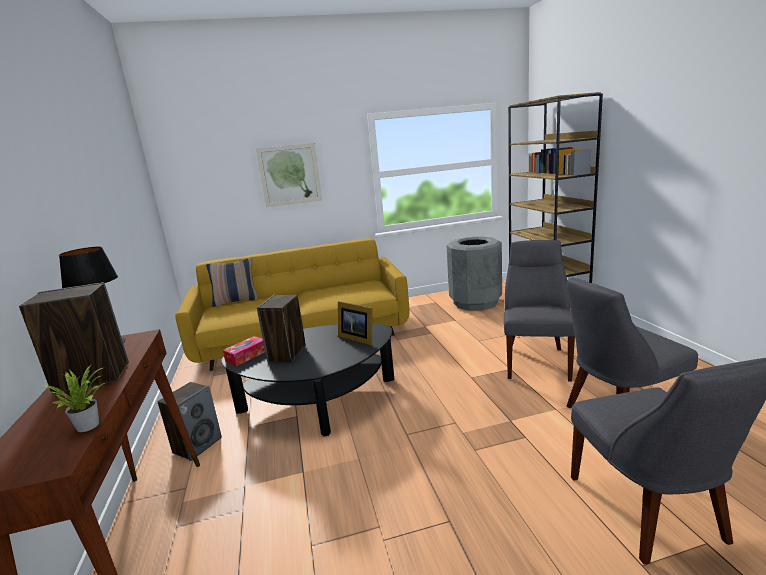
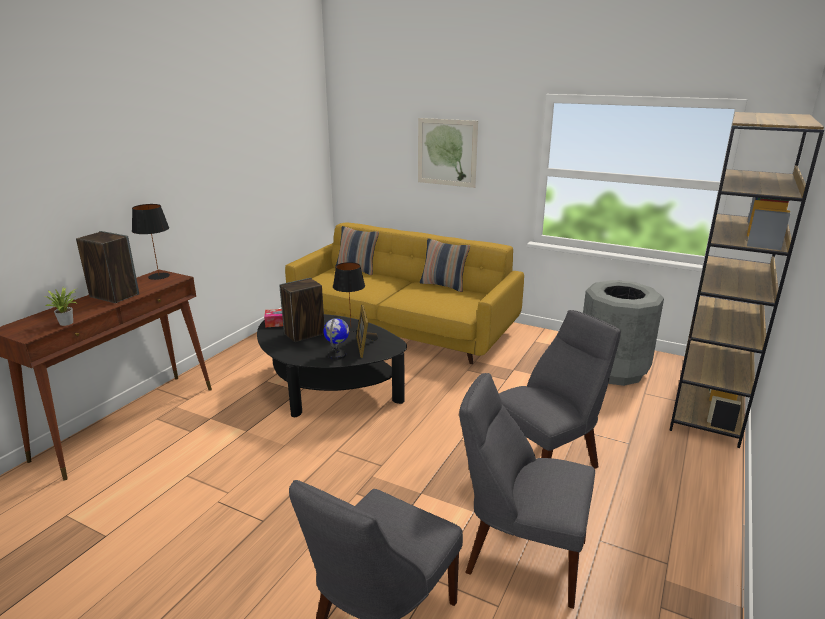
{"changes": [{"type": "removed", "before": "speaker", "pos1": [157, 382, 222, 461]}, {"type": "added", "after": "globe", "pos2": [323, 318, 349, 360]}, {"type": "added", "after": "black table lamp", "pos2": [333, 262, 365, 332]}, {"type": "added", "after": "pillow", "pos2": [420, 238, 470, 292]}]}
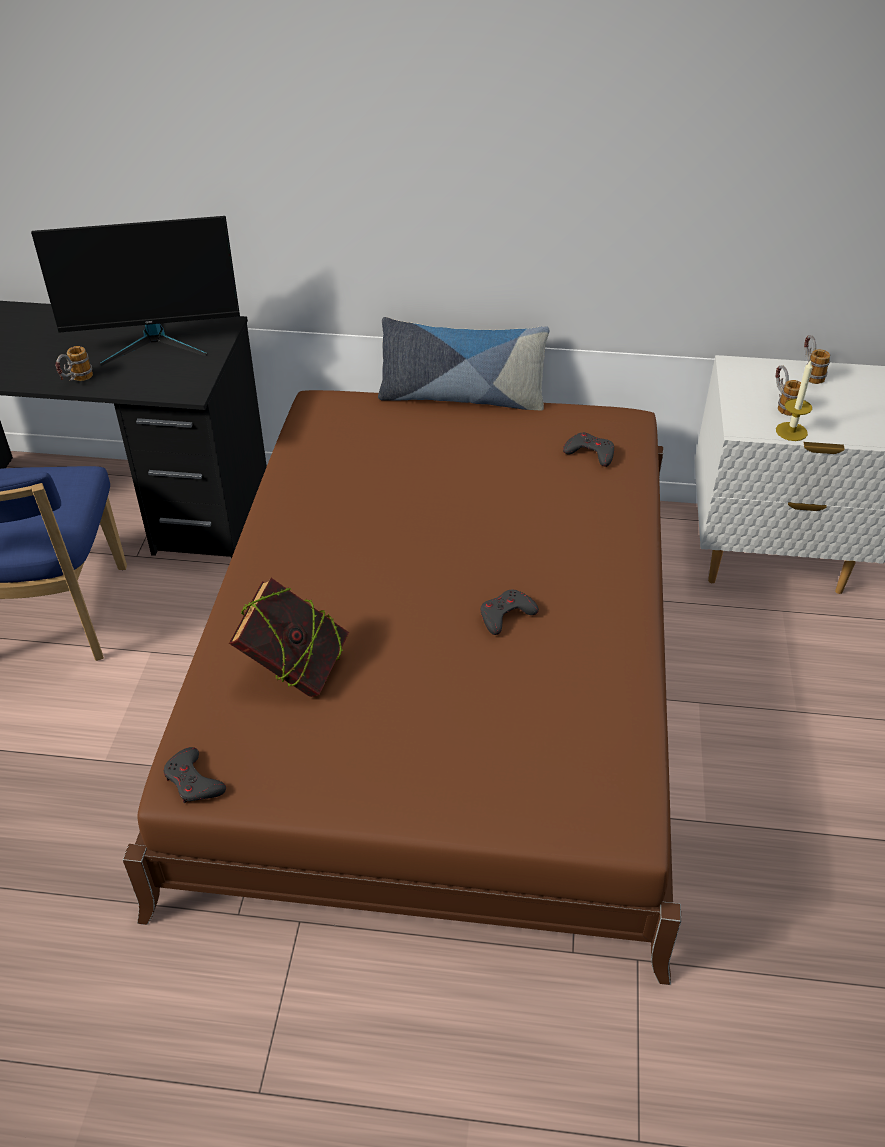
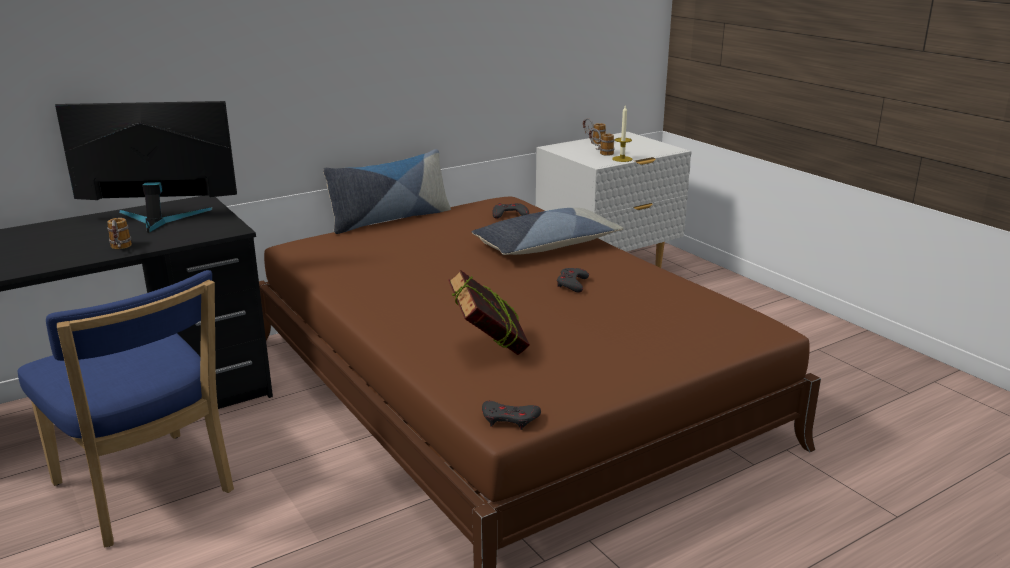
{"changes": [{"type": "turned", "before": "monitor", "pos1": [31, 216, 240, 366], "pos2": [55, 101, 237, 233], "turn": -135}, {"type": "added", "after": "pillow", "pos2": [472, 208, 623, 255]}]}
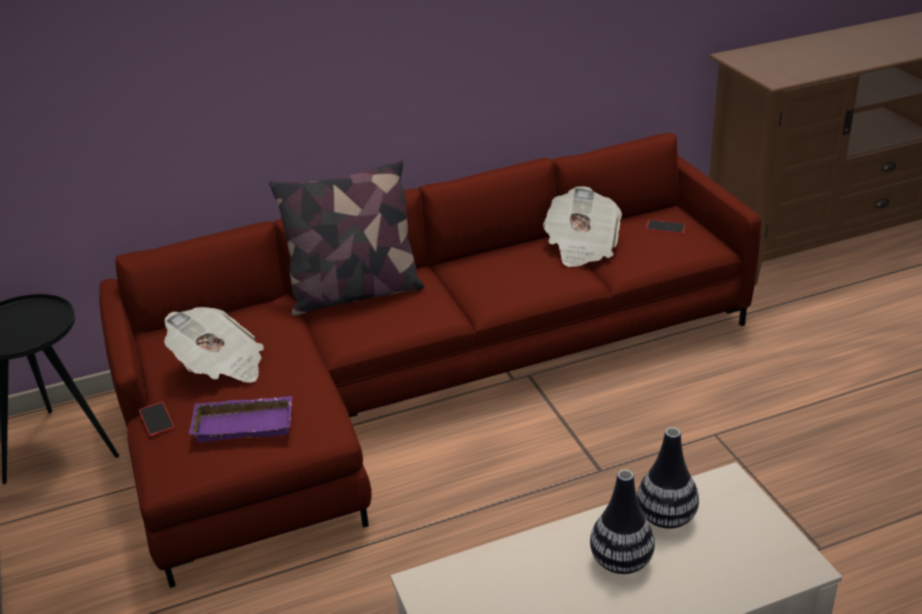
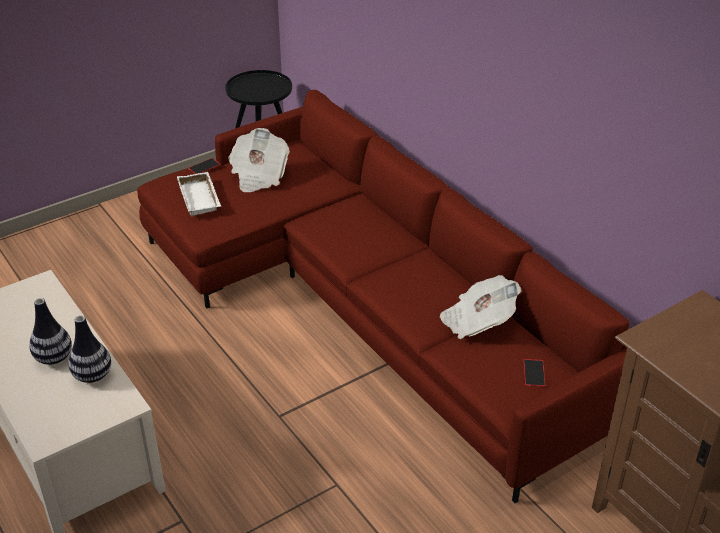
{"changes": [{"type": "recoloured", "before": "purple tray", "after": "white tray", "pos1": [189, 396, 293, 442], "pos2": [177, 172, 221, 216]}, {"type": "removed", "before": "pillow", "pos1": [269, 160, 424, 316]}]}
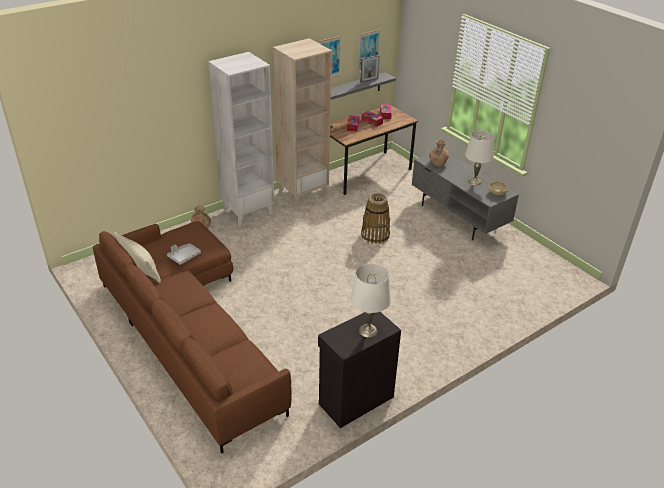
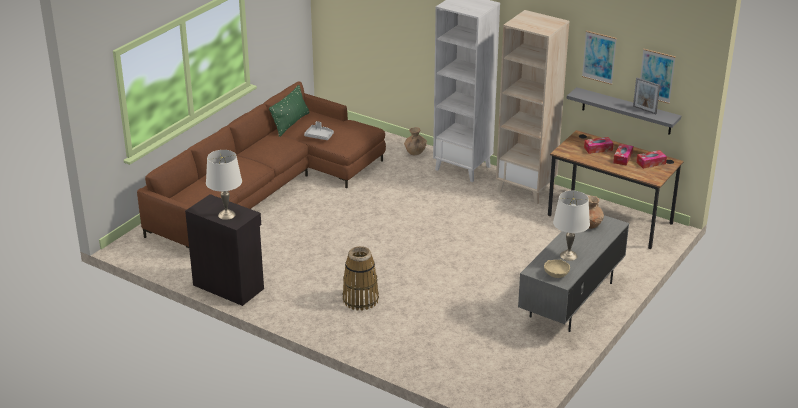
{"changes": [{"type": "recoloured", "before": "beige pillow", "after": "green pillow", "pos1": [114, 232, 161, 283], "pos2": [269, 85, 310, 137]}, {"type": "moved", "before": "basket", "pos1": [361, 193, 390, 244], "pos2": [342, 246, 379, 311]}]}
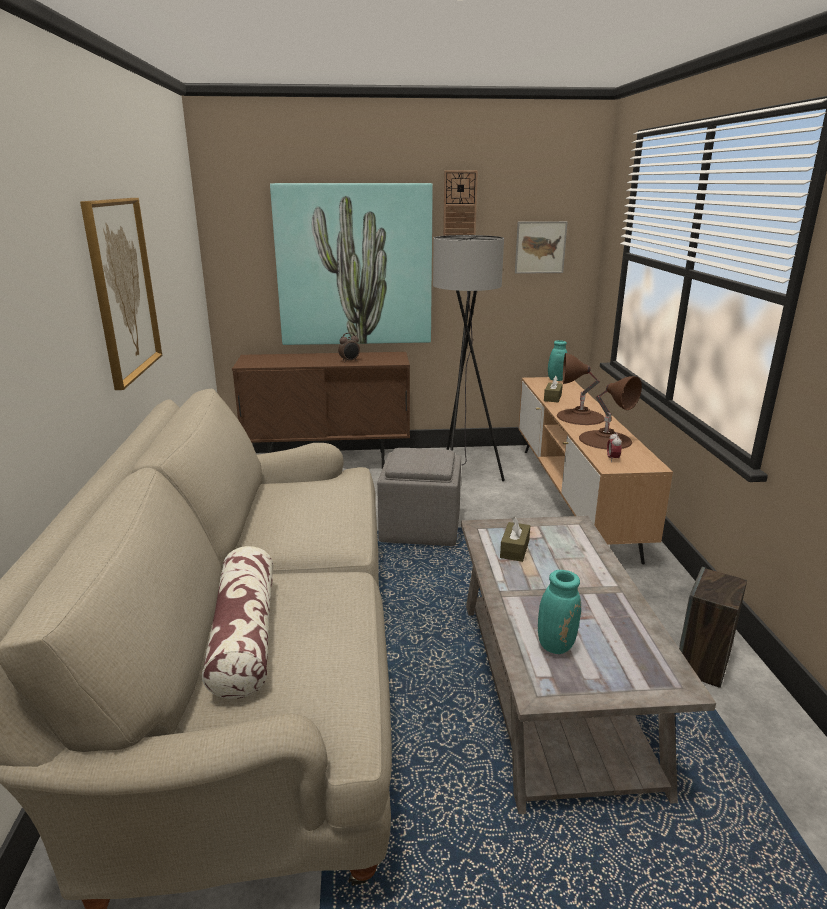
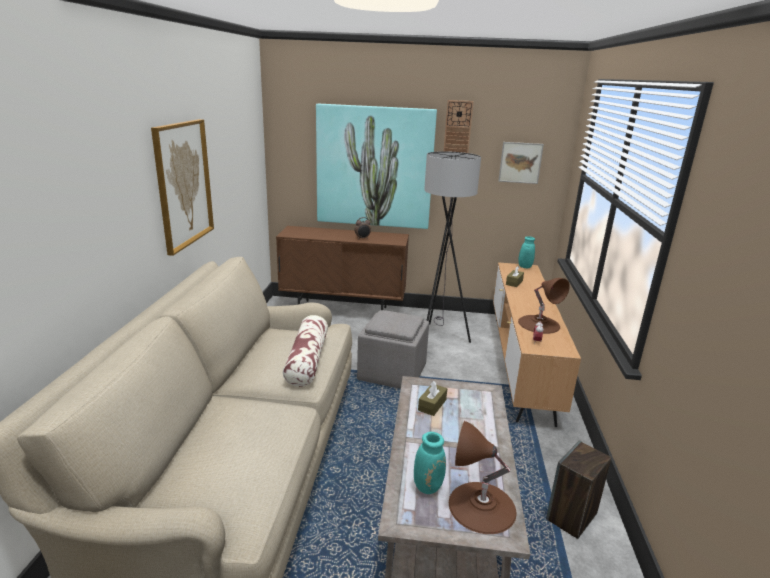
{"changes": [{"type": "moved", "before": "pillow", "pos1": [202, 546, 273, 699], "pos2": [283, 315, 328, 387]}, {"type": "moved", "before": "brown table lamp", "pos1": [557, 353, 605, 425], "pos2": [449, 421, 517, 534]}]}
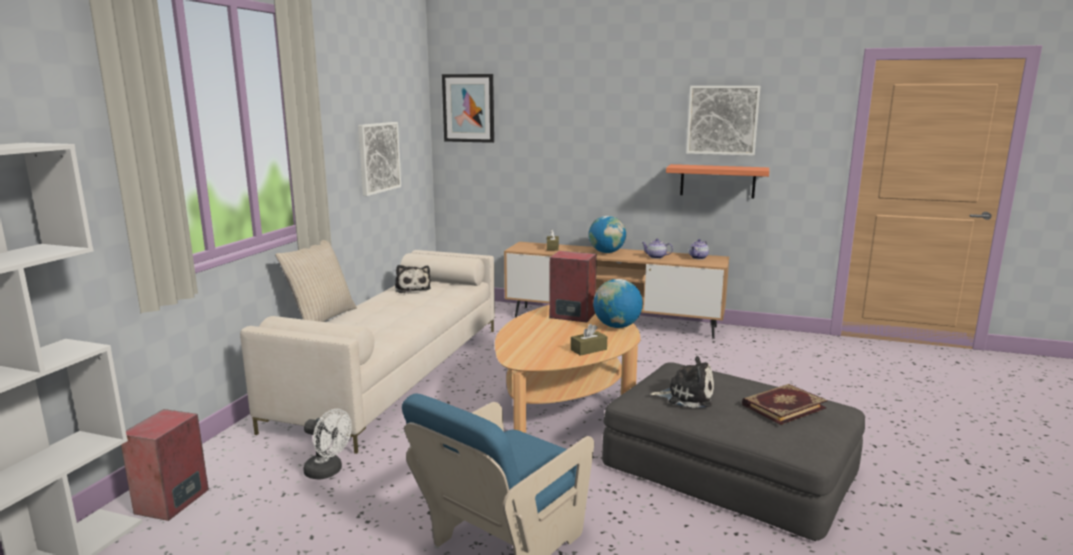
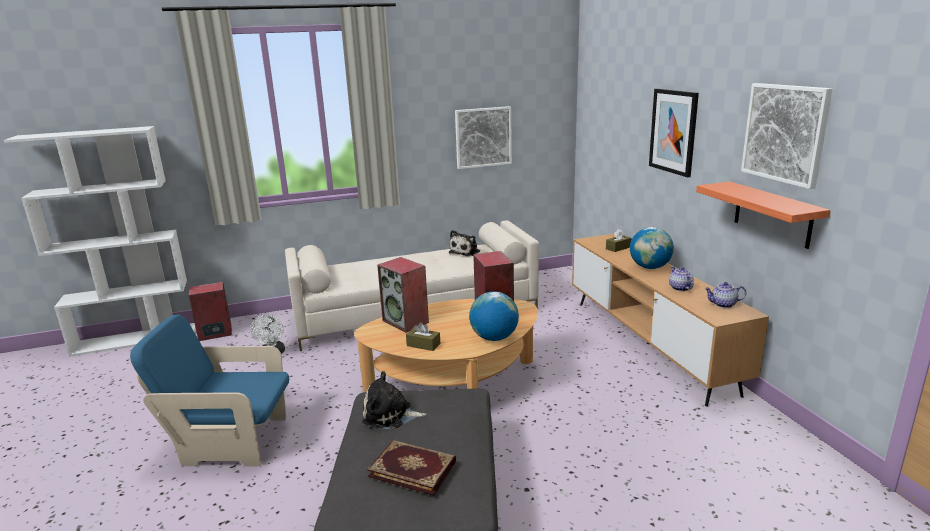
{"changes": [{"type": "removed", "before": "beige pillow", "pos1": [275, 240, 357, 322]}, {"type": "moved", "before": "picture", "pos1": [442, 74, 494, 143], "pos2": [649, 89, 699, 178]}, {"type": "turned", "before": "plush toy", "pos1": [650, 356, 714, 408], "pos2": [362, 371, 426, 429], "turn": 120}, {"type": "added", "after": "speaker", "pos2": [377, 257, 429, 332]}]}
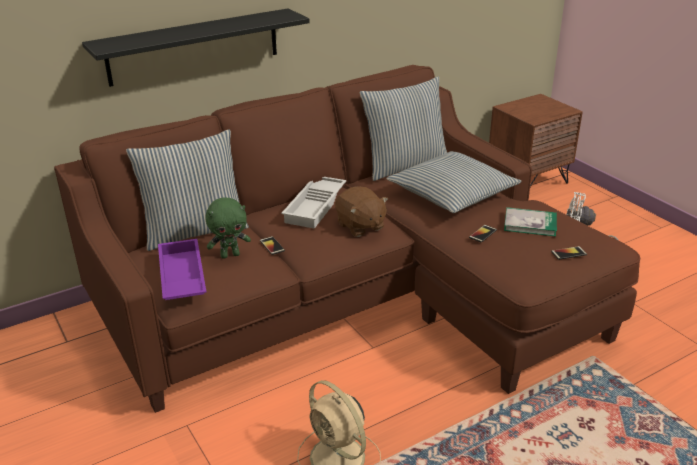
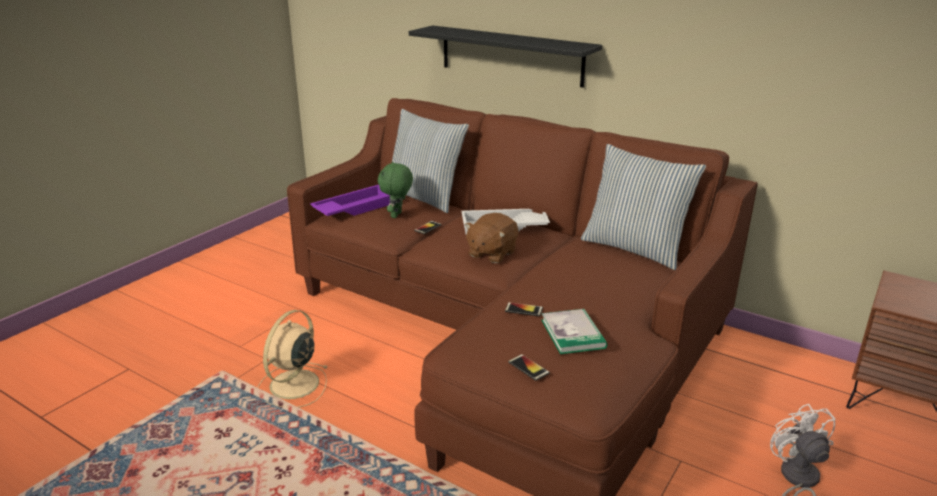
{"changes": [{"type": "turned", "before": "green plush toy", "pos1": [206, 198, 251, 259], "pos2": [378, 162, 413, 218], "turn": 60}, {"type": "removed", "before": "pillow", "pos1": [386, 151, 522, 213]}]}
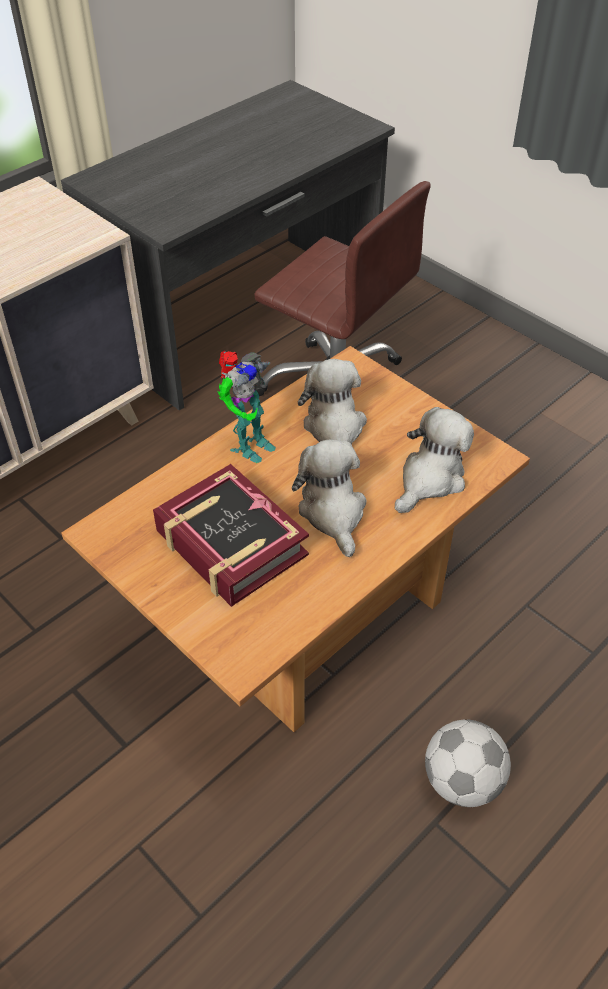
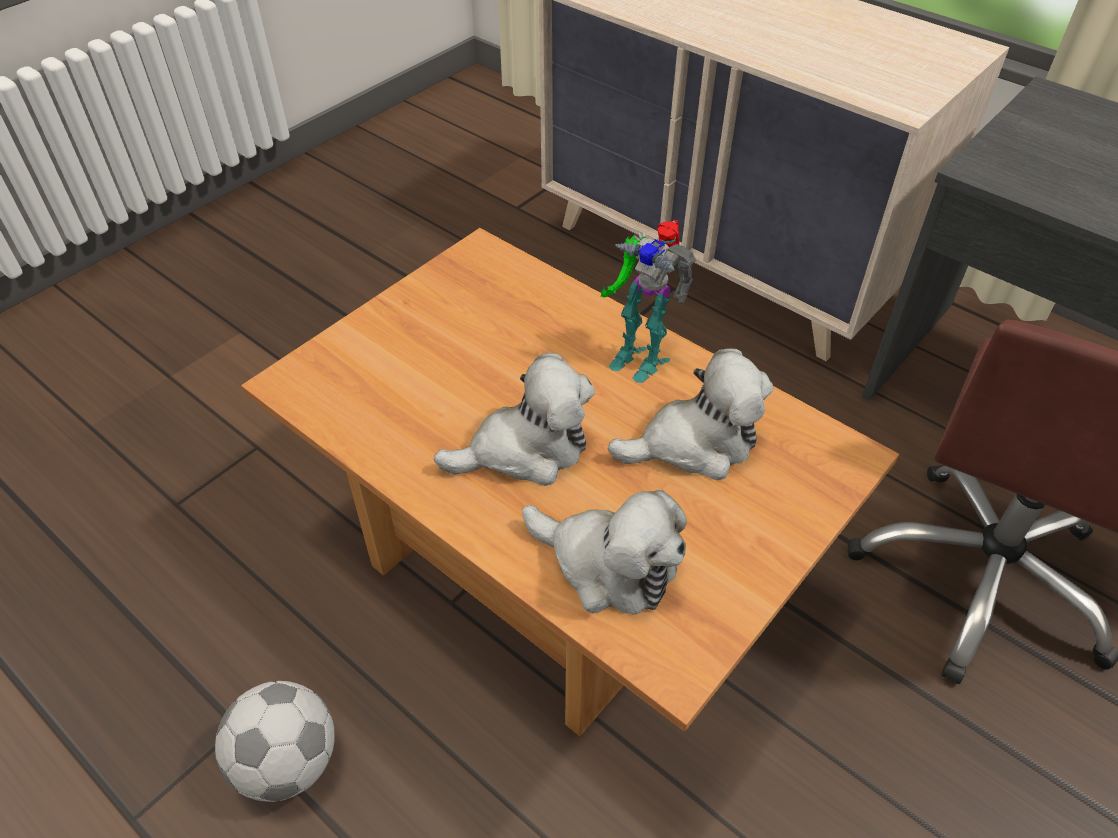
{"changes": [{"type": "removed", "before": "book", "pos1": [153, 464, 309, 607]}]}
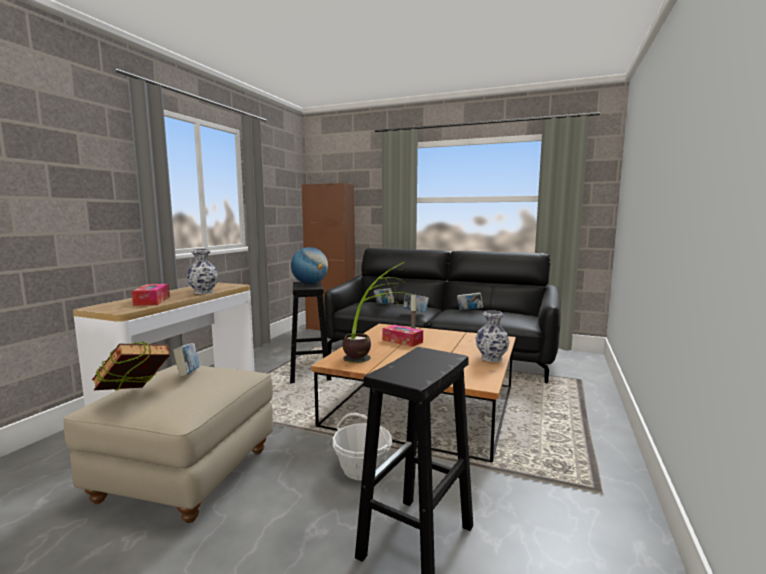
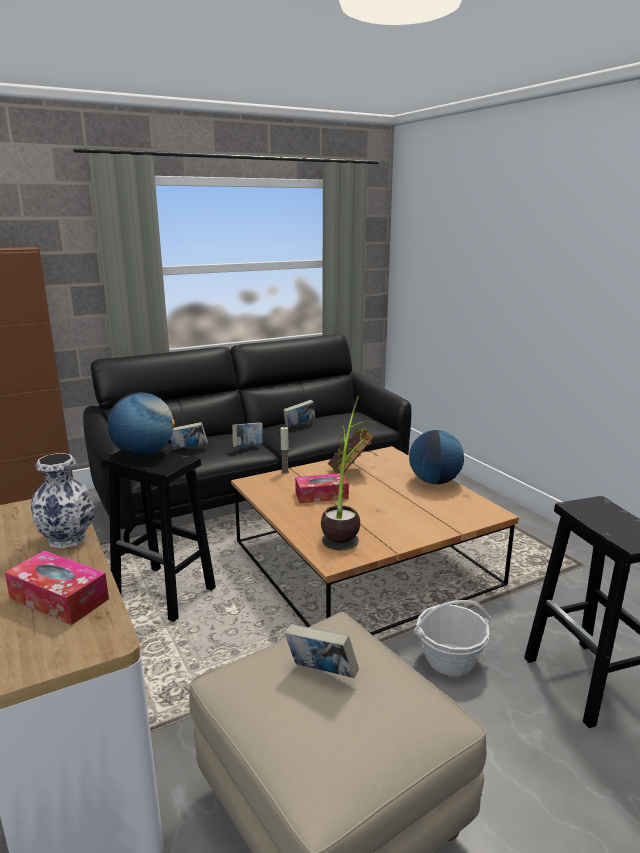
{"changes": [{"type": "moved", "before": "book", "pos1": [92, 342, 171, 391], "pos2": [328, 427, 374, 473]}, {"type": "replaced", "before": "vase", "after": "globe", "pos1": [475, 310, 510, 362], "pos2": [409, 430, 464, 484]}]}
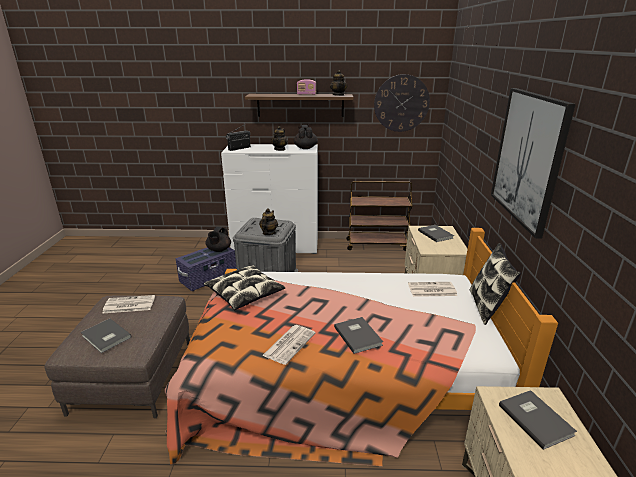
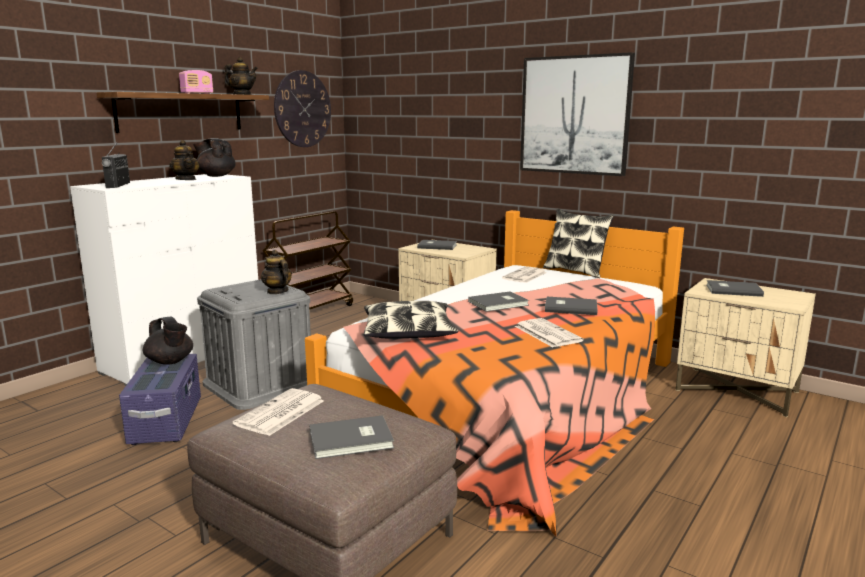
{"changes": [{"type": "added", "after": "grey book", "pos2": [468, 291, 529, 312]}]}
